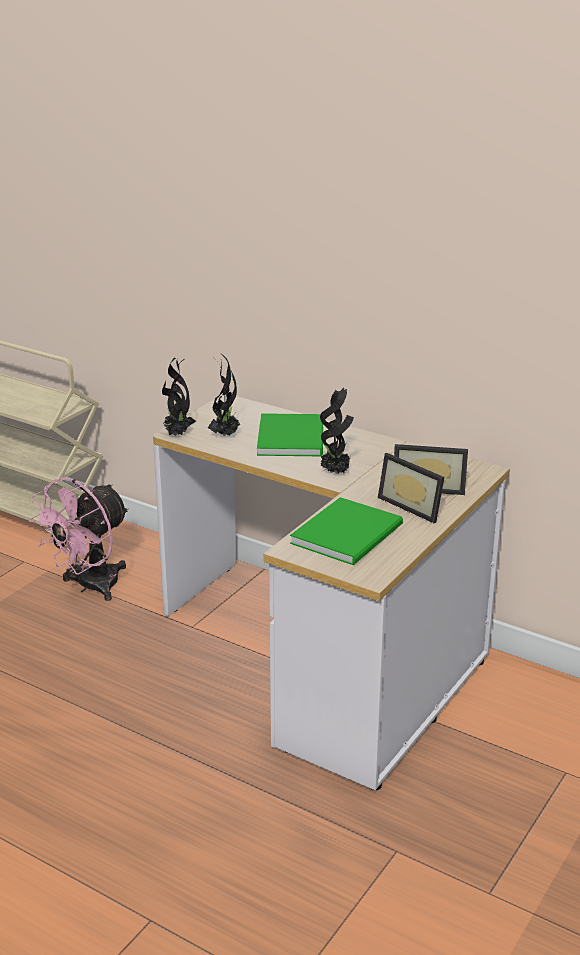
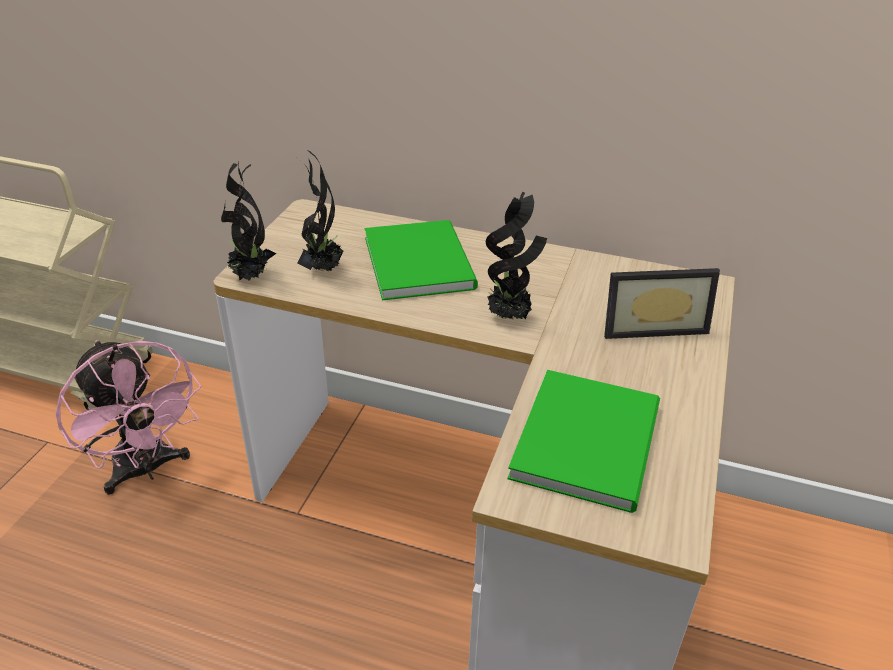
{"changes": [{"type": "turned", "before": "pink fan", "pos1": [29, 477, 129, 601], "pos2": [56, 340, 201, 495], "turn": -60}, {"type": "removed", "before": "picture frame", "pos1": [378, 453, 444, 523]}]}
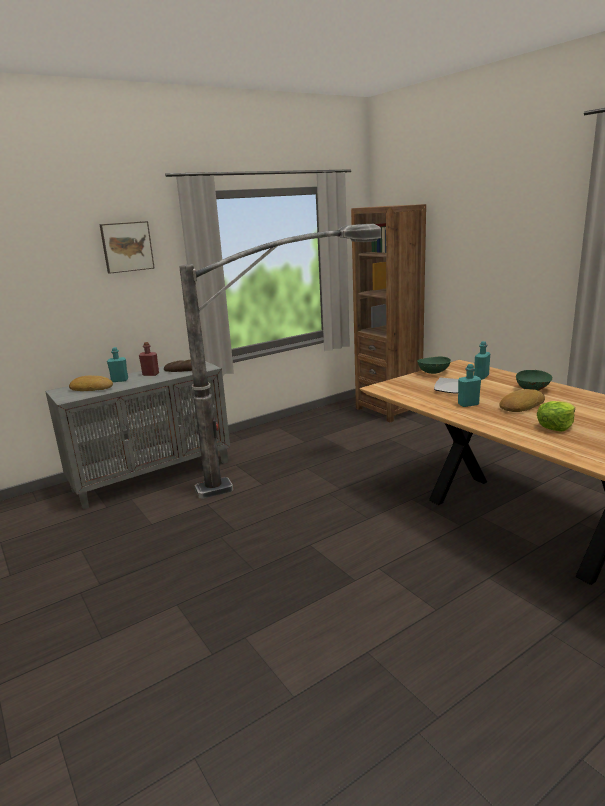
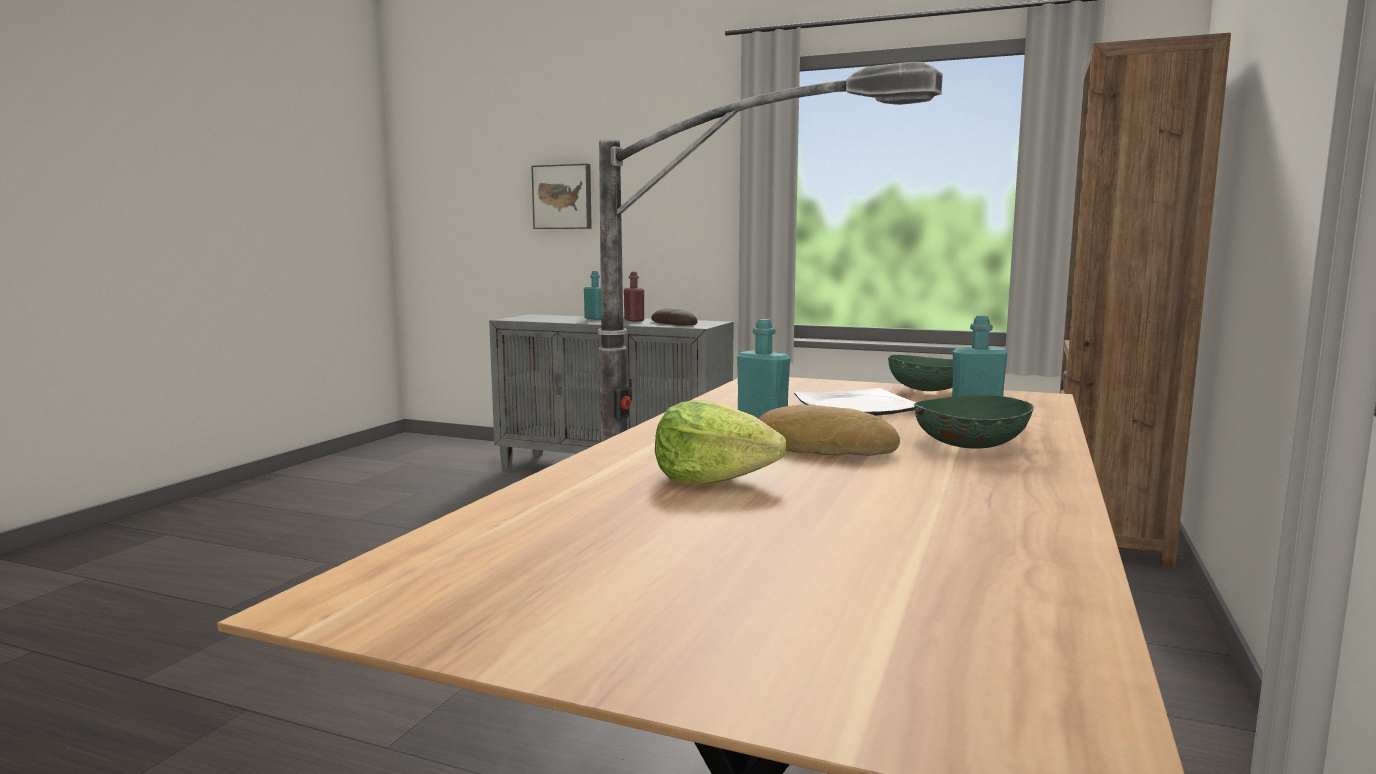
{"changes": [{"type": "removed", "before": "bread", "pos1": [69, 376, 113, 391]}, {"type": "moved", "before": "picture", "pos1": [99, 221, 155, 274], "pos2": [531, 164, 592, 229]}]}
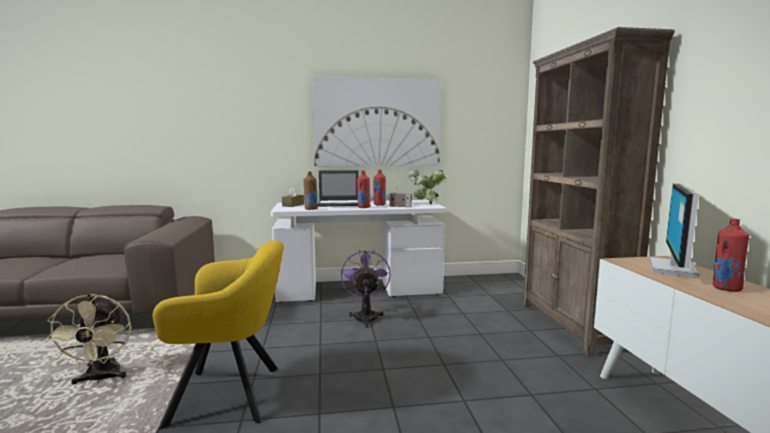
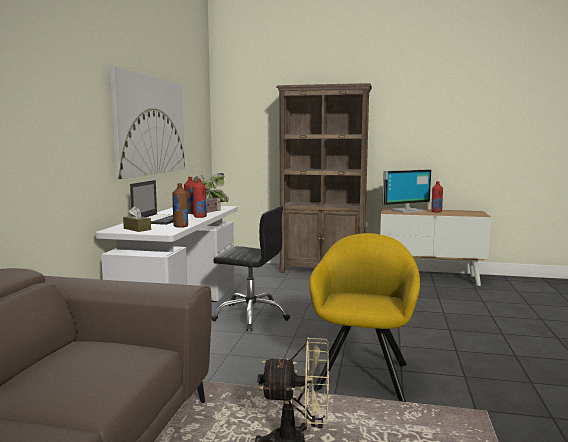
{"changes": [{"type": "replaced", "before": "purple fan", "after": "black office chair", "pos1": [341, 249, 391, 328], "pos2": [212, 206, 290, 331]}, {"type": "turned", "before": "monitor", "pos1": [649, 183, 699, 278], "pos2": [383, 169, 431, 213], "turn": -75}]}
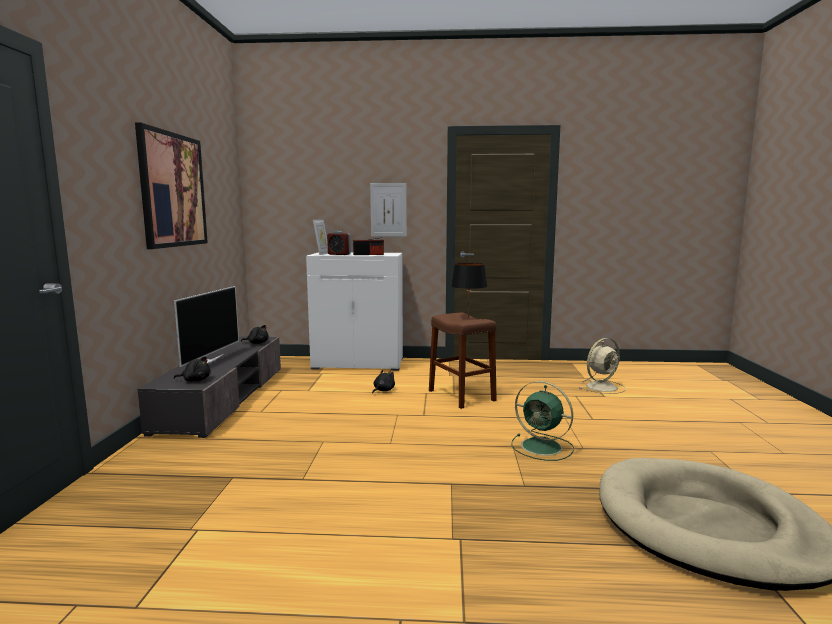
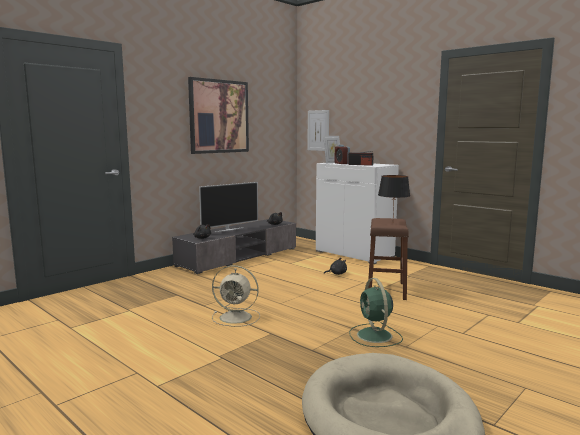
{"changes": [{"type": "moved", "before": "picture", "pos1": [370, 183, 407, 237], "pos2": [307, 110, 329, 151]}, {"type": "moved", "before": "beige fan", "pos1": [579, 338, 626, 394], "pos2": [212, 265, 260, 327]}]}
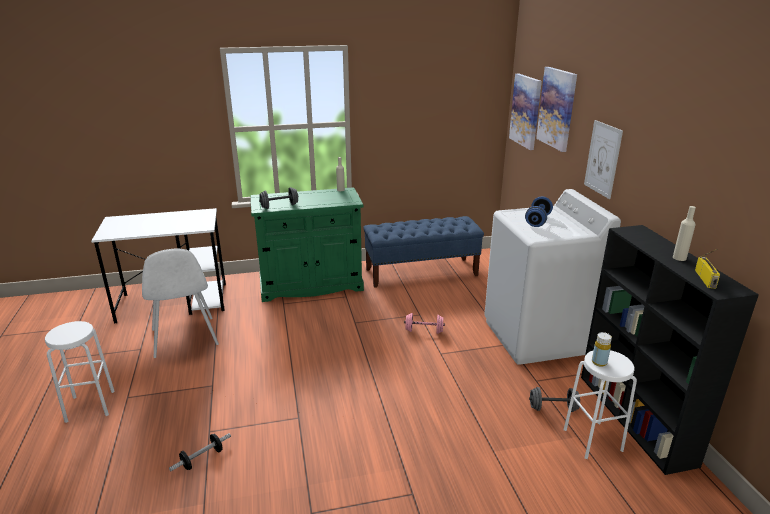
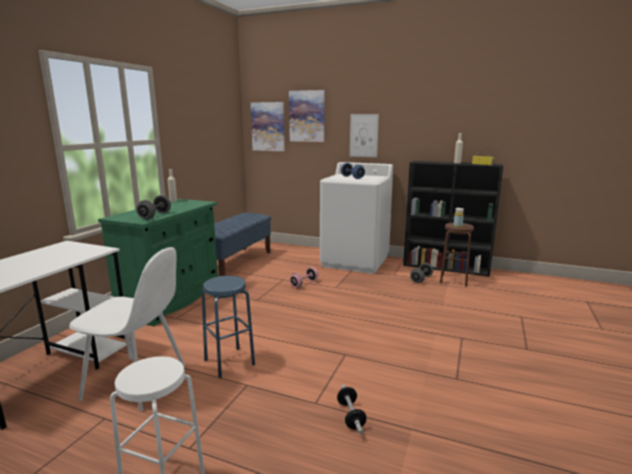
{"changes": [{"type": "recoloured", "before": "white stool", "after": "brown stool", "pos1": [564, 350, 637, 459], "pos2": [440, 223, 474, 287]}, {"type": "added", "after": "blue stool", "pos2": [202, 276, 255, 378]}]}
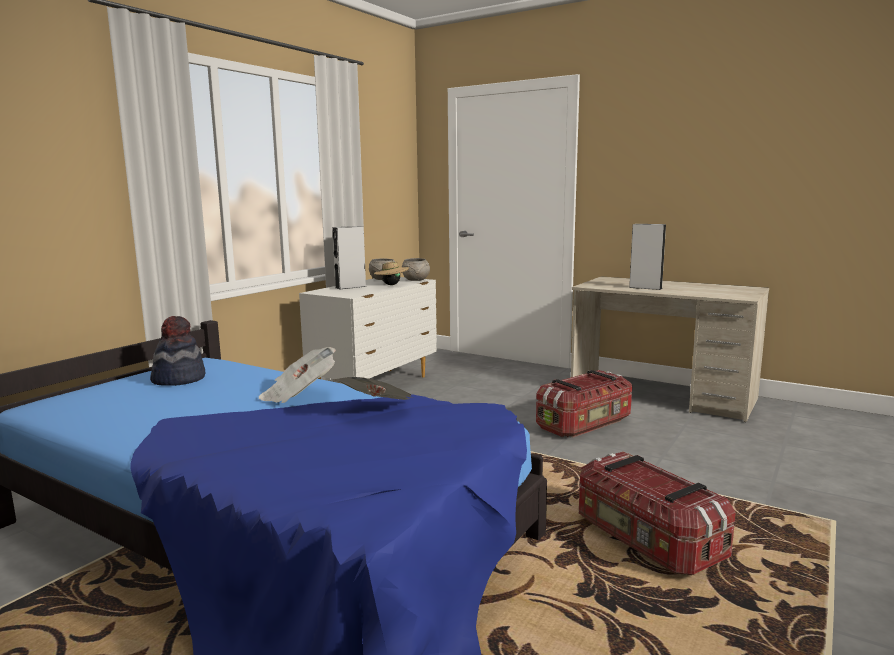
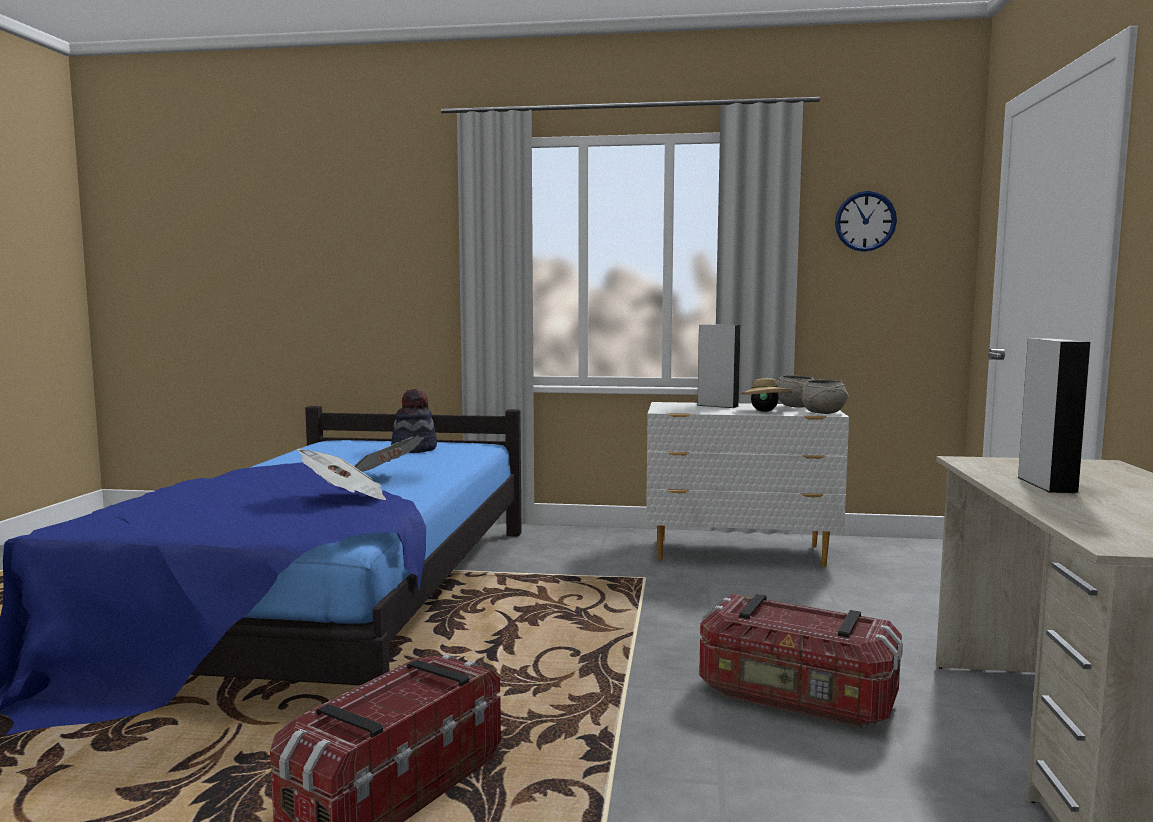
{"changes": [{"type": "added", "after": "wall clock", "pos2": [835, 191, 897, 252]}]}
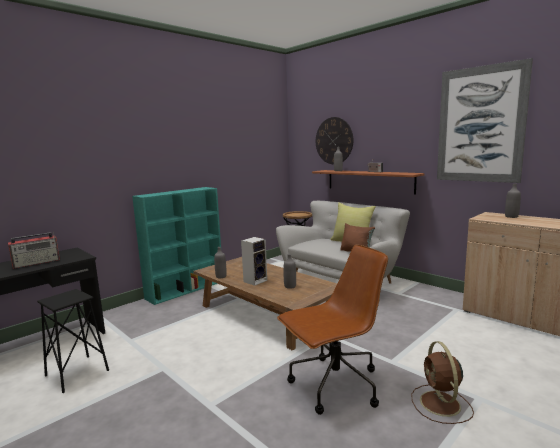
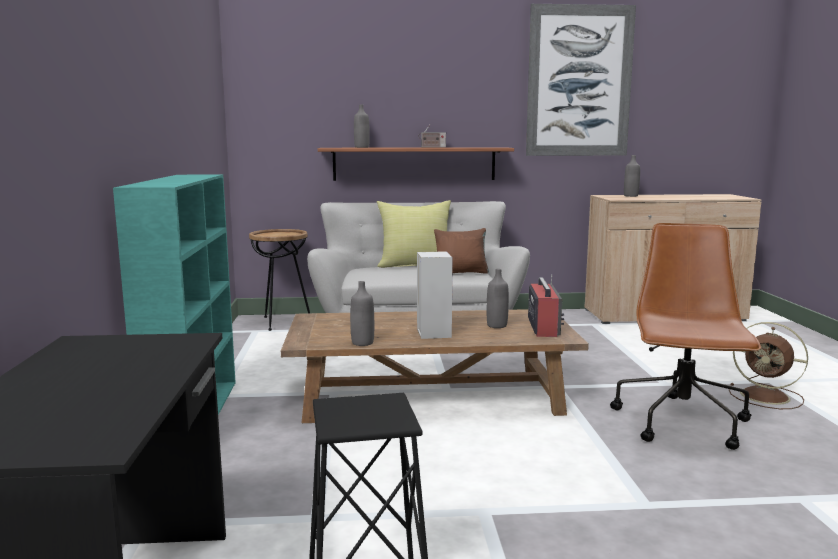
{"changes": [{"type": "moved", "before": "radio", "pos1": [8, 232, 60, 269], "pos2": [528, 274, 564, 337]}, {"type": "removed", "before": "wall clock", "pos1": [316, 117, 353, 164]}]}
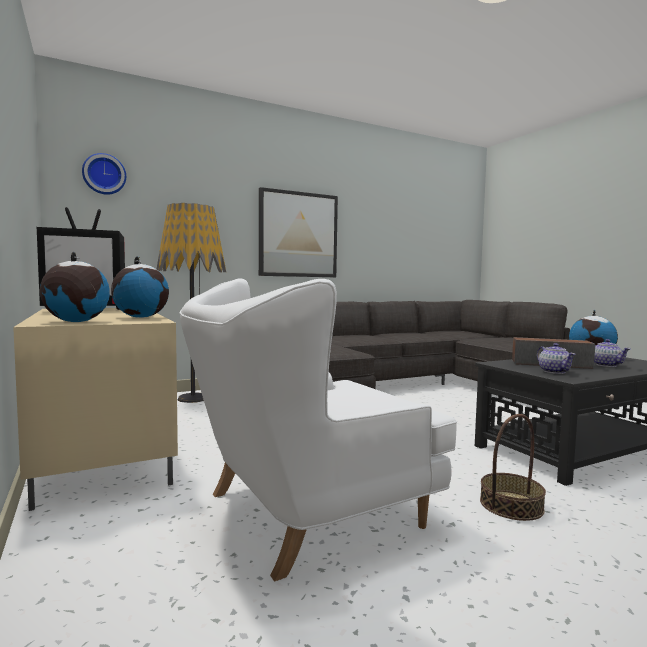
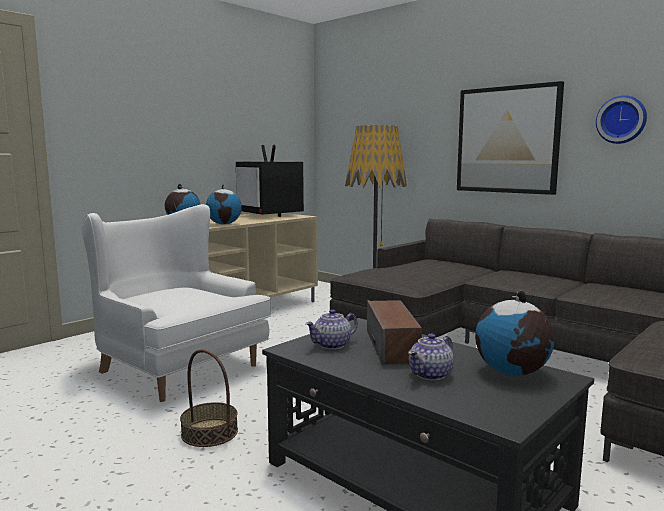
{"changes": [{"type": "moved", "before": "wall clock", "pos1": [82, 153, 126, 195], "pos2": [596, 95, 647, 144]}]}
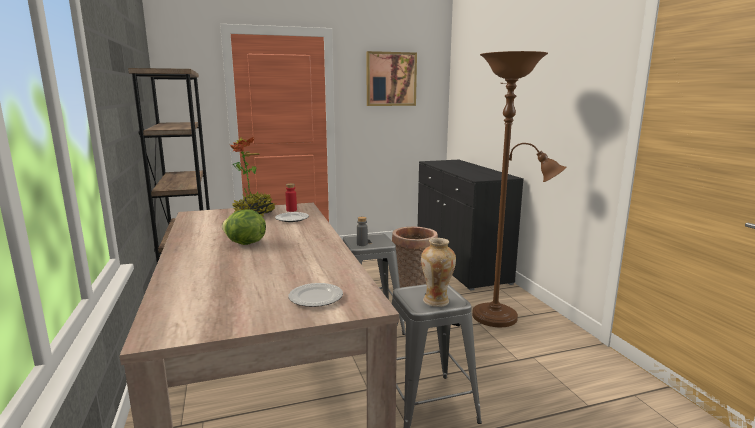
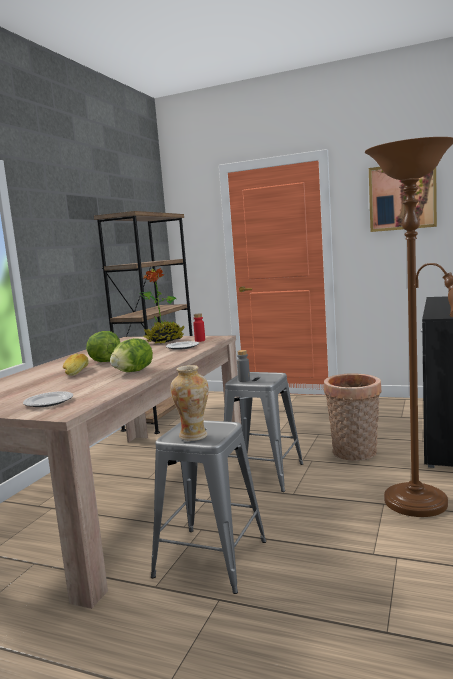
{"changes": [{"type": "added", "after": "bread", "pos2": [63, 353, 89, 376]}, {"type": "added", "after": "lettuce", "pos2": [110, 338, 153, 372]}]}
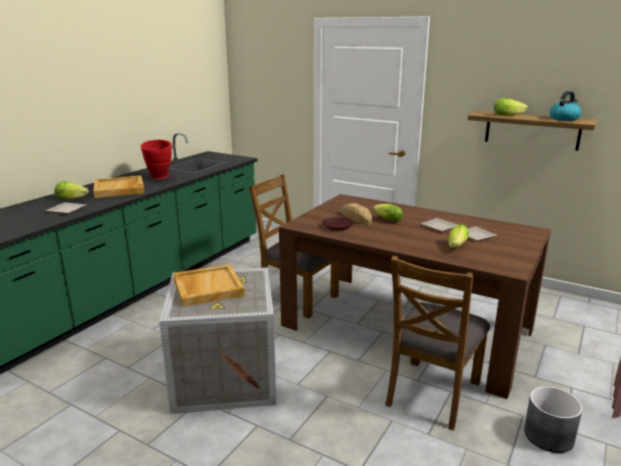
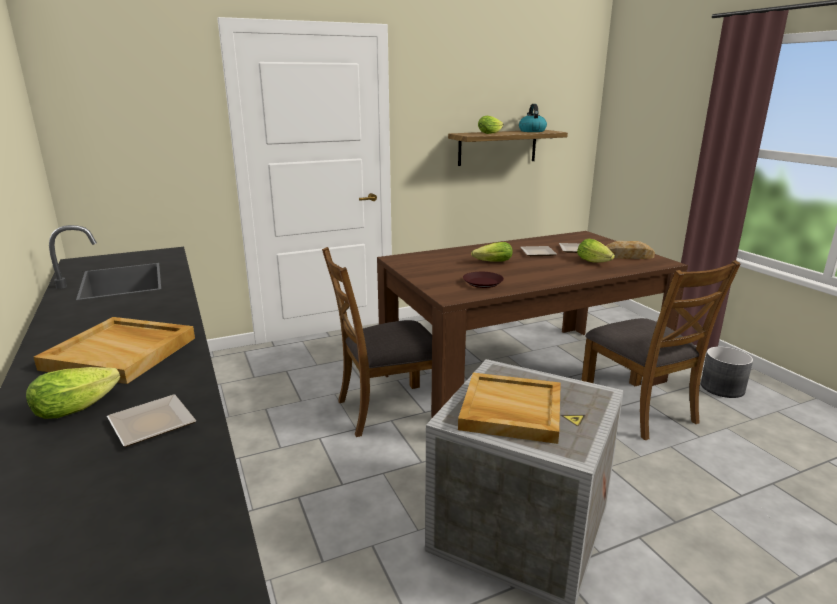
{"changes": [{"type": "removed", "before": "red vase", "pos1": [141, 140, 172, 179]}, {"type": "moved", "before": "bread", "pos1": [342, 203, 372, 225], "pos2": [606, 241, 655, 259]}]}
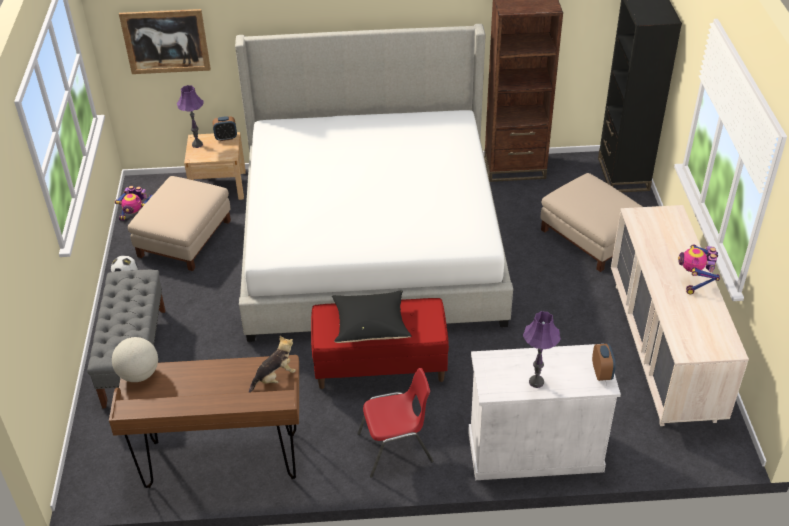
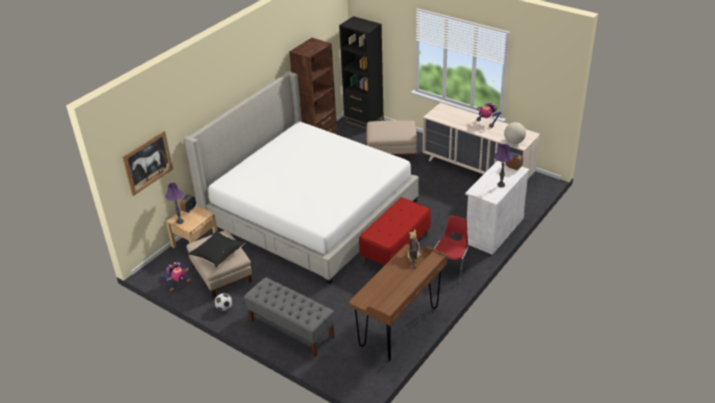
{"changes": [{"type": "moved", "before": "globe", "pos1": [112, 337, 158, 382], "pos2": [504, 122, 526, 144]}, {"type": "moved", "before": "black pillow", "pos1": [332, 290, 412, 343], "pos2": [188, 231, 246, 268]}]}
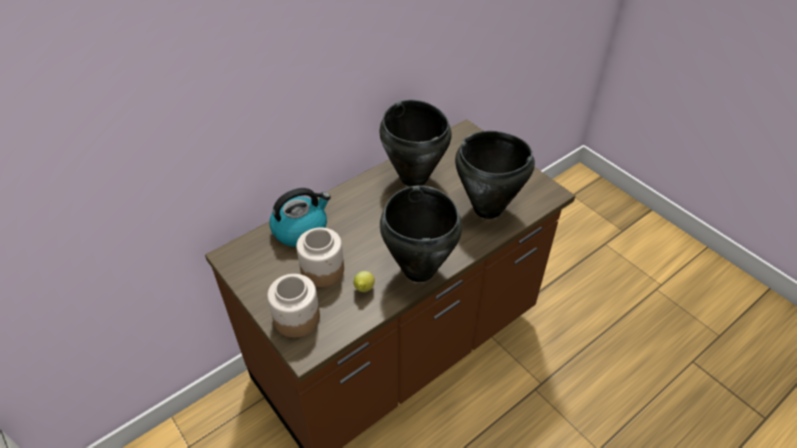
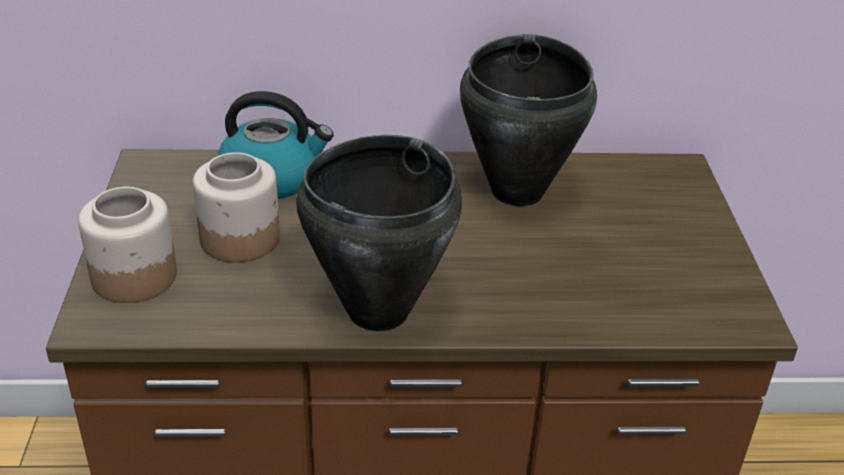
{"changes": [{"type": "removed", "before": "lemon", "pos1": [354, 271, 375, 292]}, {"type": "removed", "before": "black cooking pot", "pos1": [455, 131, 535, 219]}]}
